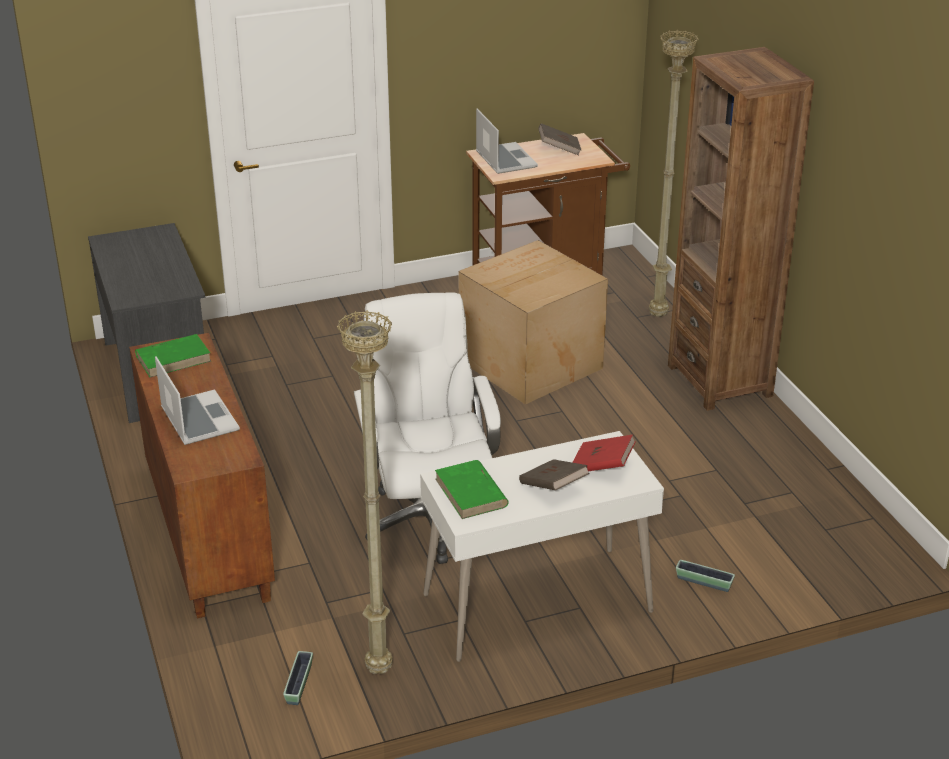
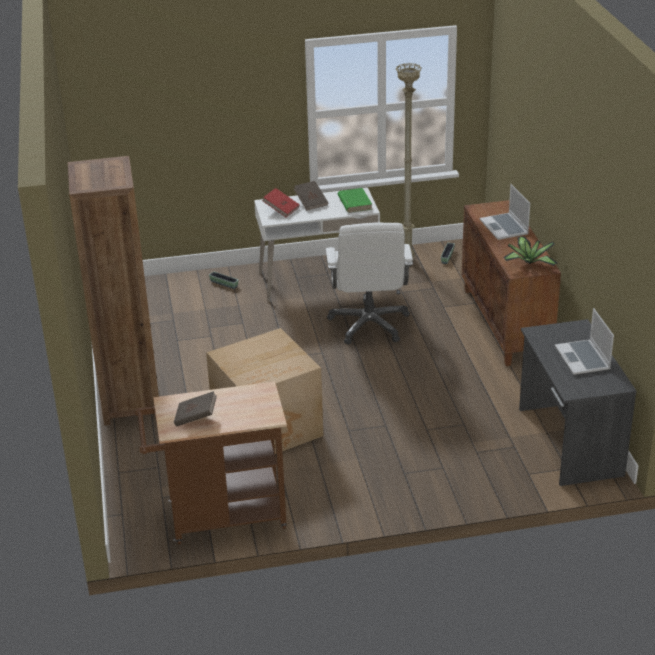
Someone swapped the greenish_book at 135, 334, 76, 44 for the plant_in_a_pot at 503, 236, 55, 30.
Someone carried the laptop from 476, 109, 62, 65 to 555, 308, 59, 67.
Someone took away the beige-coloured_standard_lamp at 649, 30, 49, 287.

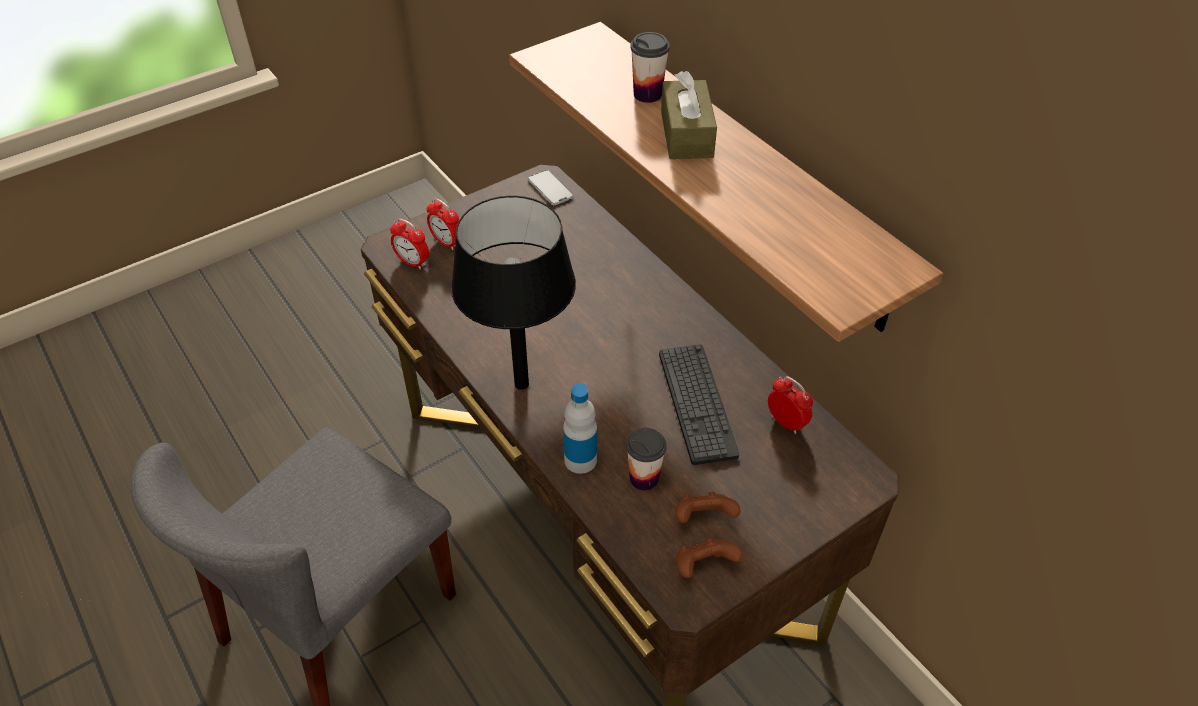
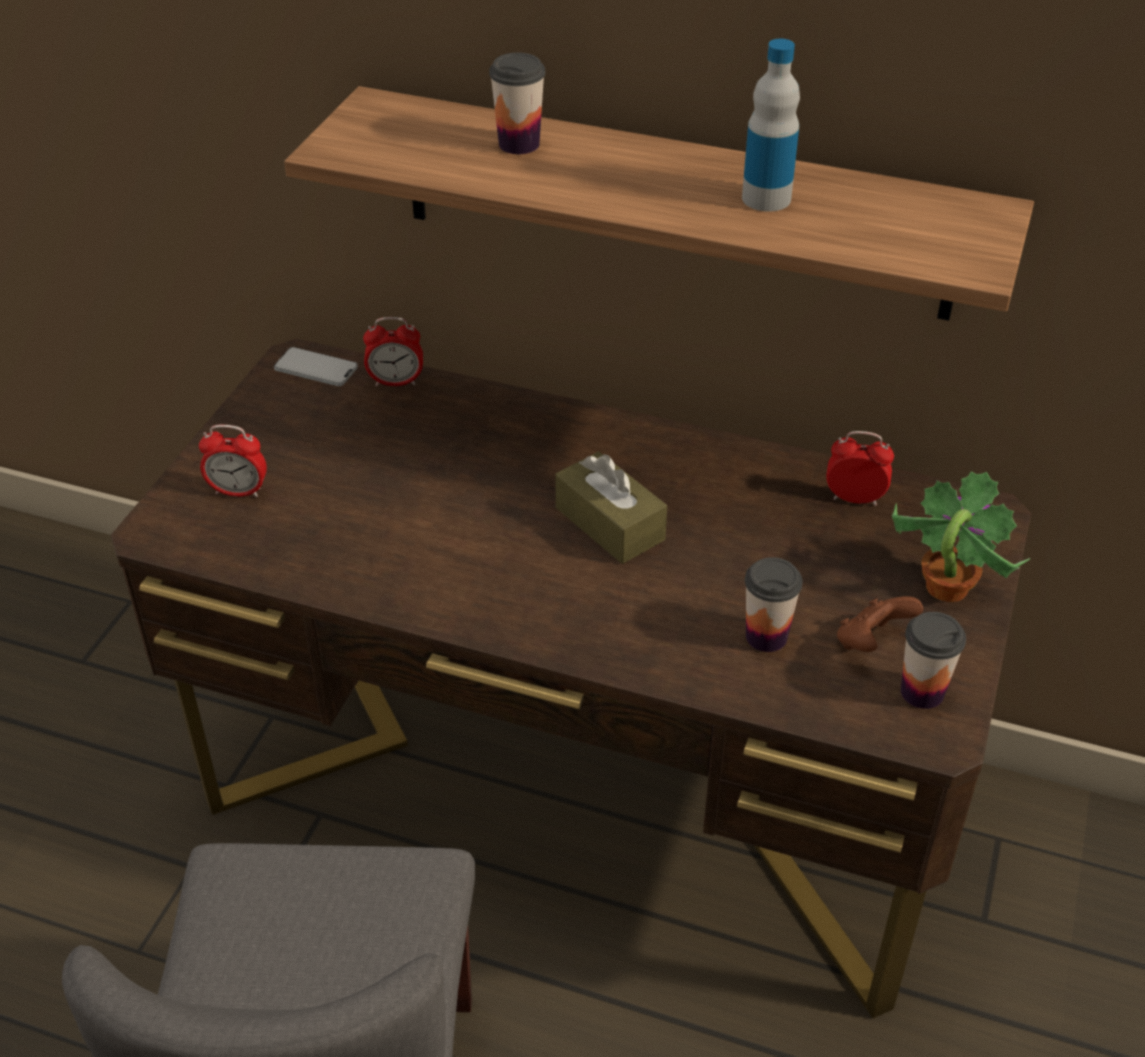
Someone carried the alarm_clock from 390, 219, 39, 51 to 363, 317, 60, 69.
Someone carried the brown-coloured_tissue_box from 661, 71, 56, 88 to 555, 451, 112, 113.
Someone carried the beverage_bottle from 563, 384, 34, 90 to 742, 39, 58, 173.
Someone put down the plant_in_a_pot at 892, 471, 139, 131.
Someone swapped the brown-coloured_gamepad at 676, 538, 67, 40 for the drinking_cup at 901, 612, 65, 97.
Someone took away the black_tabletop_lamp at 451, 196, 125, 194.
Someone took away the PC_keyboard at 659, 345, 80, 120.

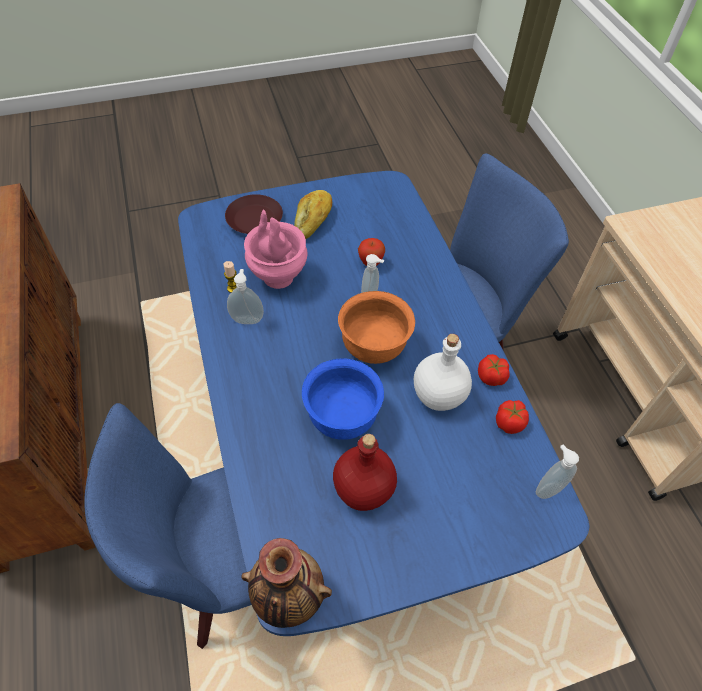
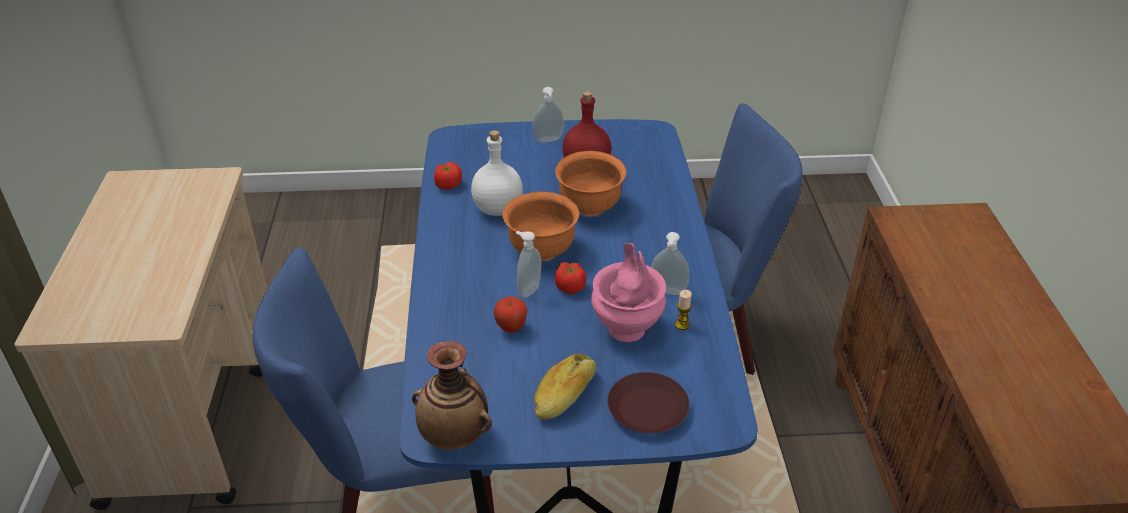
Someone carried the decorative_vase from 241, 538, 91, 90 to 412, 341, 80, 109.
Someone carried the liquid_soap_bottle from 536, 444, 43, 55 to 533, 87, 31, 56.
Someone repainted the bluish_bowl at 302, 358, 82, 82, which became the orangey_bowl at 555, 151, 71, 65.
Someone carried the fresh_tomato from 478, 354, 32, 32 to 555, 262, 31, 32.

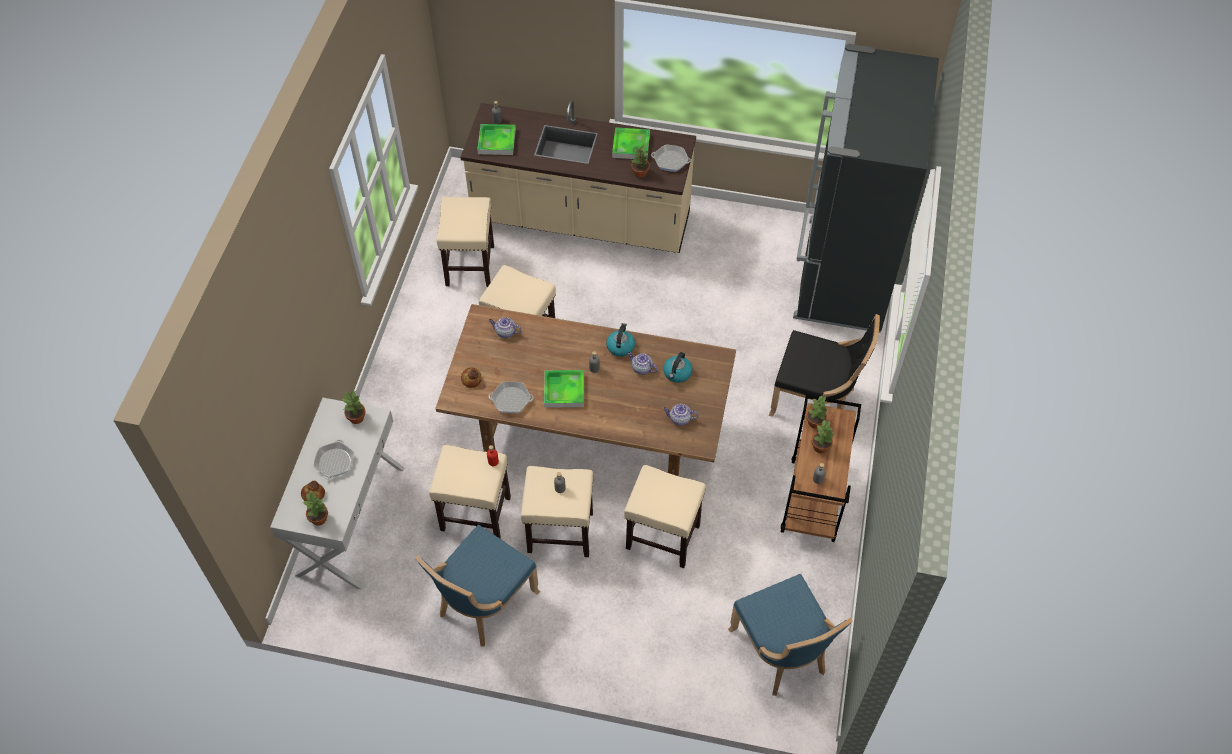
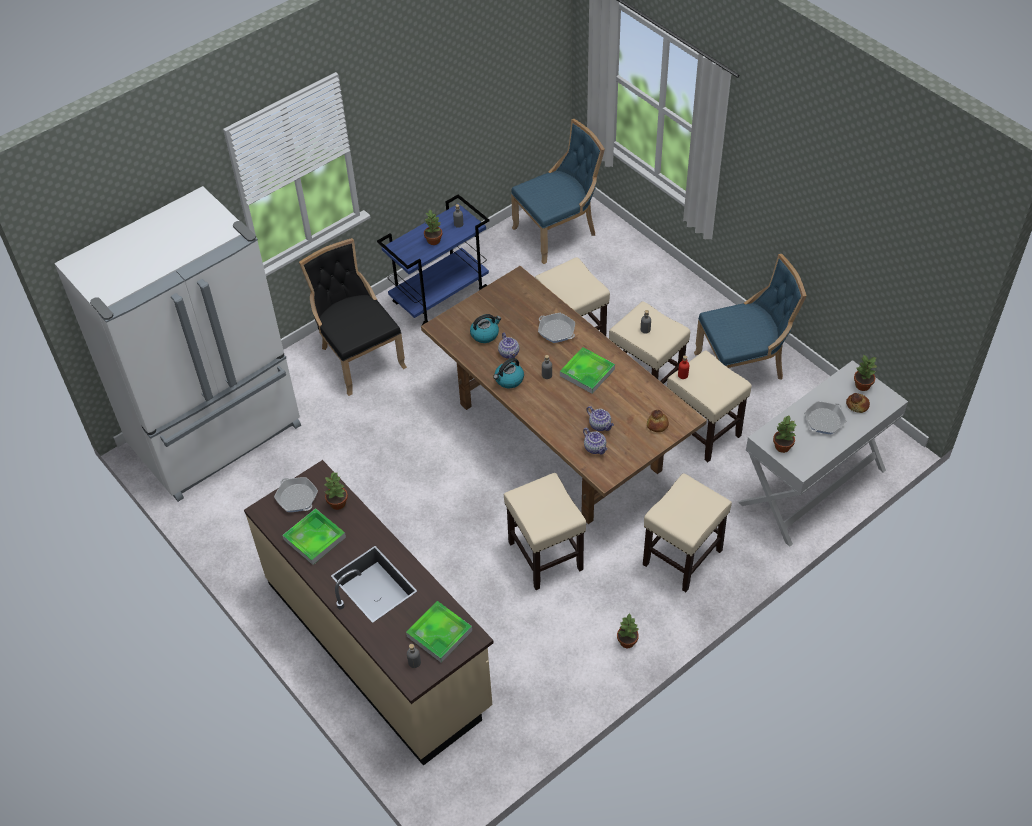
Someone repainted the black_refrigerator at 793, 44, 146, 289, which became the white-coloured_refrigerator at 54, 186, 247, 316.
Someone repainted the brown-coloured_cart at 781, 395, 80, 147, which became the bluish_cart at 377, 194, 112, 131.
Someone rotated the bluish_plain_chair at 728, 574, 125, 122 by 45 degrees clockwise.
Someone carried the pan from 489, 381, 44, 32 to 538, 313, 37, 30.
Someone carried the teapot from 663, 404, 36, 22 to 587, 406, 27, 25.
Someone carried the plant_in_a_pot from 806, 396, 22, 33 to 617, 614, 22, 34.
Someone carried the beige-coloured_stool_seat from 436, 197, 58, 90 to 643, 473, 89, 119.

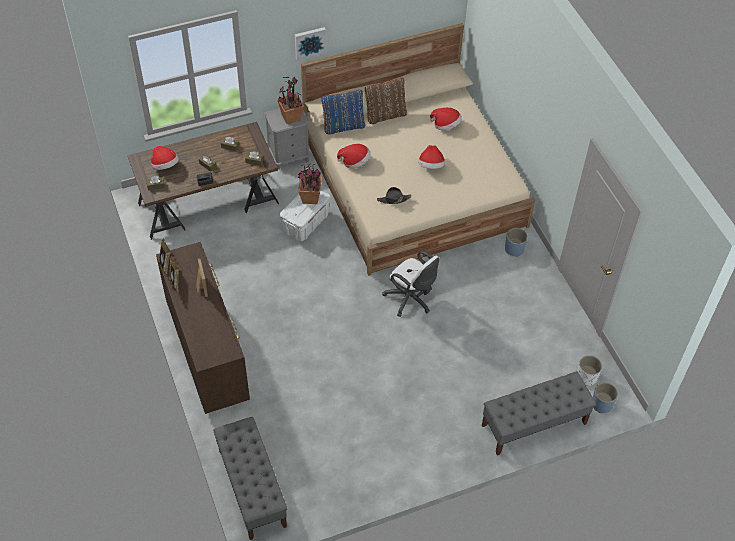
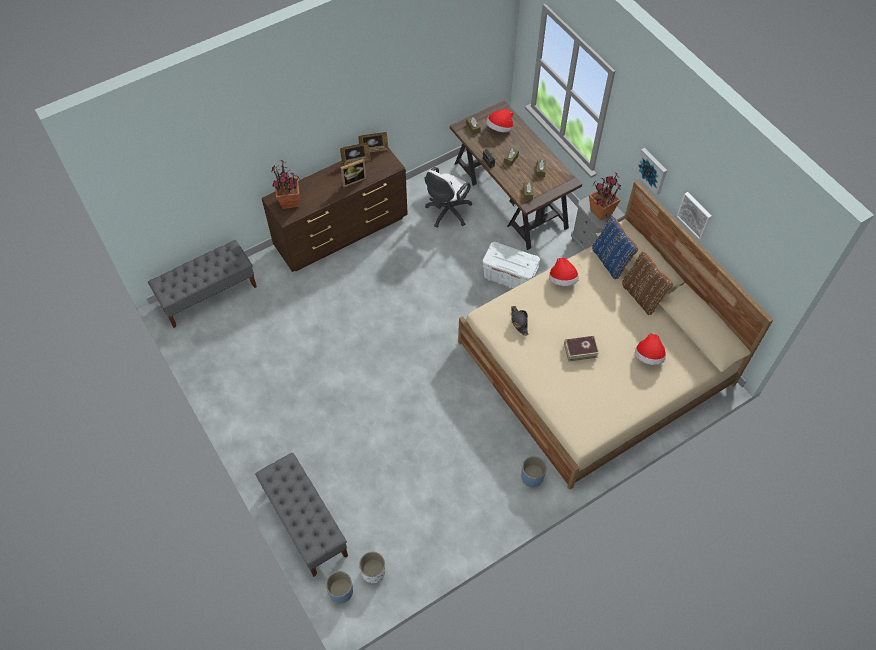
Someone carried the plant_in_a_pot from 298, 162, 26, 42 to 271, 160, 28, 49.
Someone carried the white-coloured_desk_chair from 382, 251, 57, 66 to 425, 167, 47, 61.
Someone swapped the hat at 418, 145, 27, 24 for the book at 564, 336, 35, 26.
Someone put up the wall_picture at 677, 192, 35, 48.

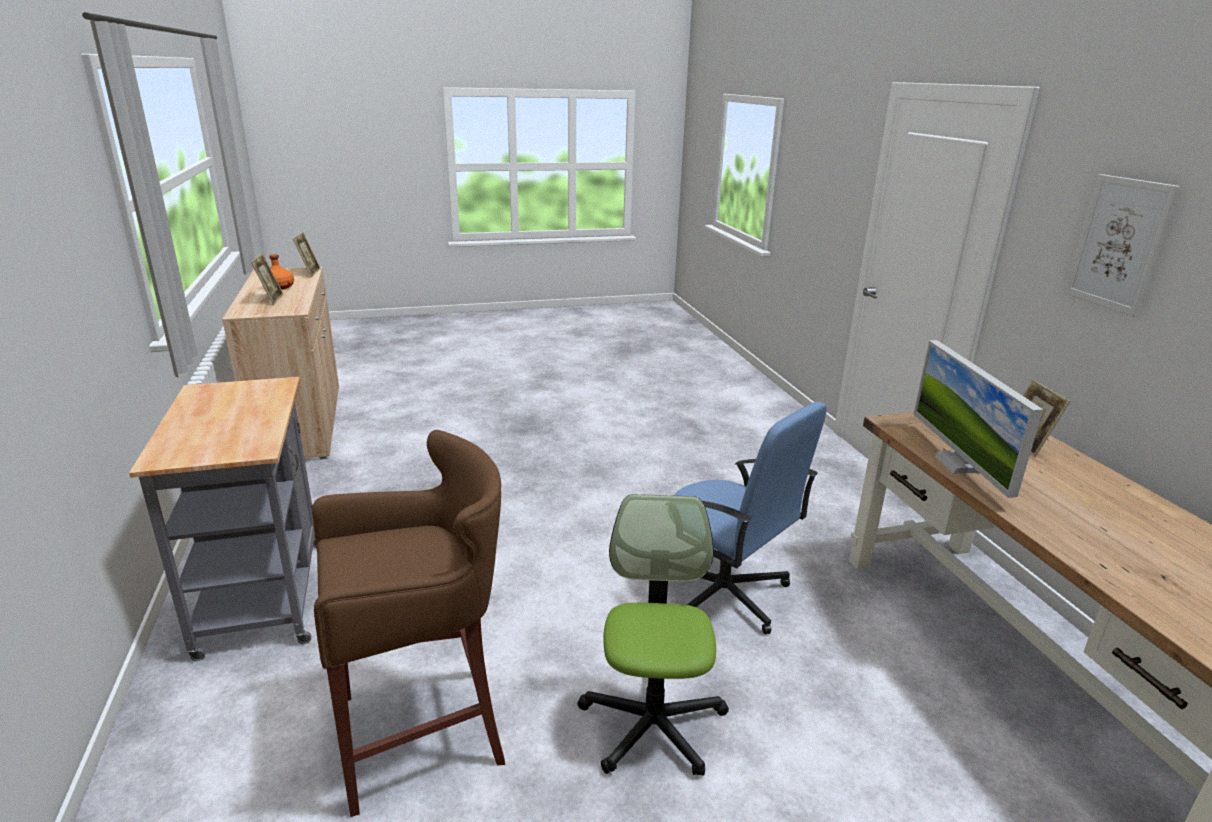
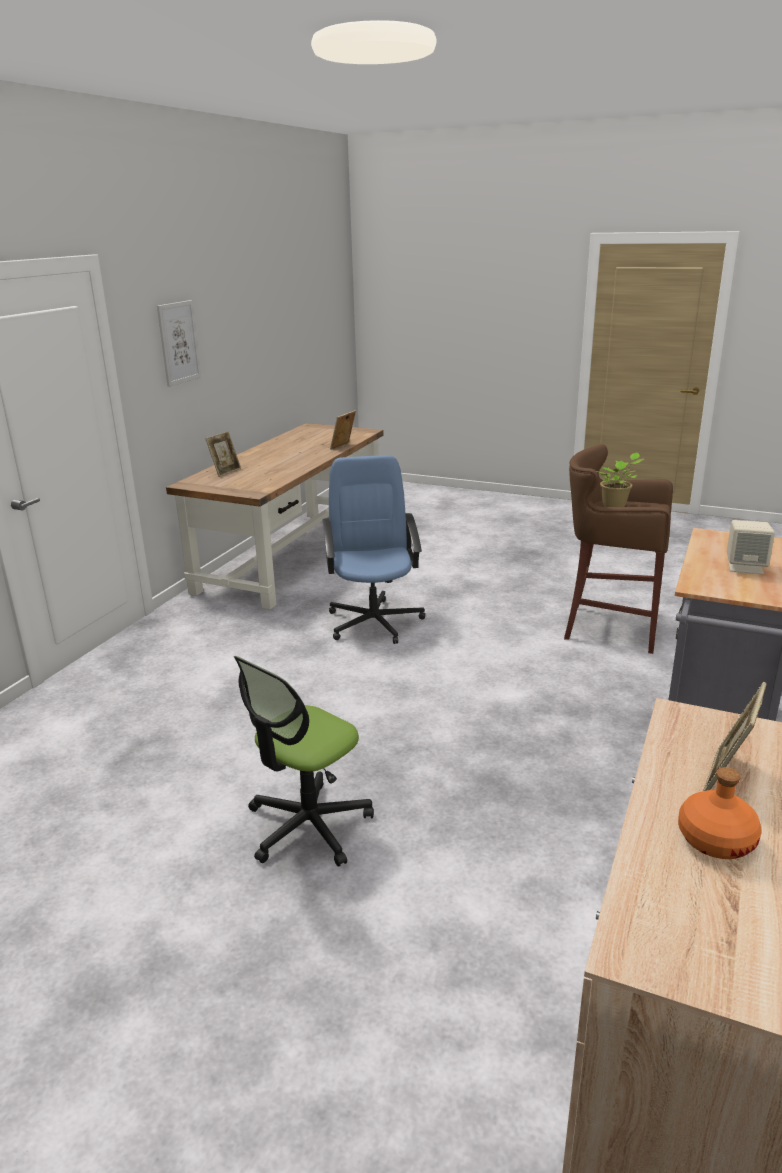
Someone carried the desk_chair from 577, 494, 152, 282 to 234, 656, 140, 211.
Someone carried the standing_frame from 293, 232, 28, 45 to 330, 410, 26, 40.
Someone put down the plant_in_a_pot at 597, 452, 47, 55.
Someone put down the beige-coloured_speaker at 727, 520, 48, 54.
Someone took away the computer_screen at 914, 340, 129, 158.

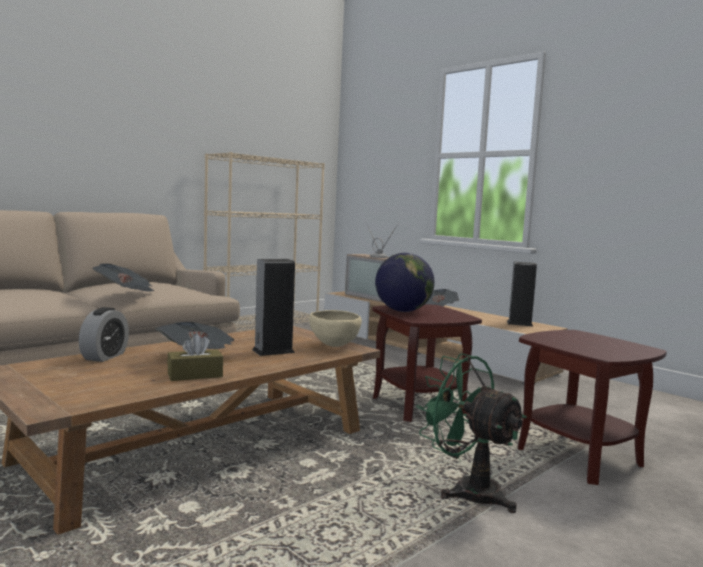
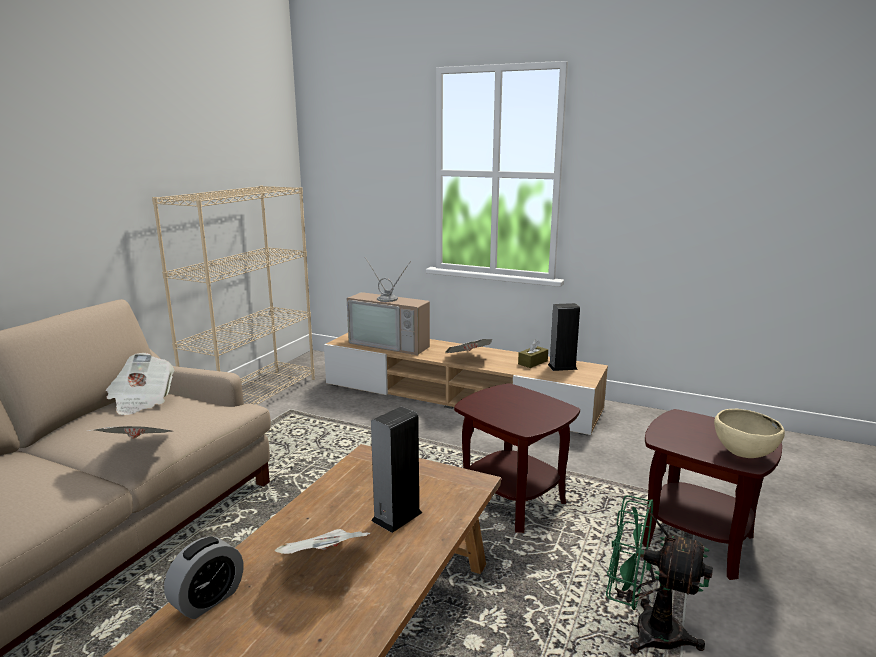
Someone put down the printed_paper at 106, 353, 68, 62.
Someone rotated the alarm_clock at 79, 307, 50, 55 by 45 degrees clockwise.
Someone carried the brown-coloured_tissue_box from 167, 334, 56, 47 to 518, 339, 30, 29.
Someone carried the beige-coloured_bowl from 309, 310, 53, 37 to 714, 409, 71, 49.
Someone took away the world_globe at 375, 253, 60, 59.

